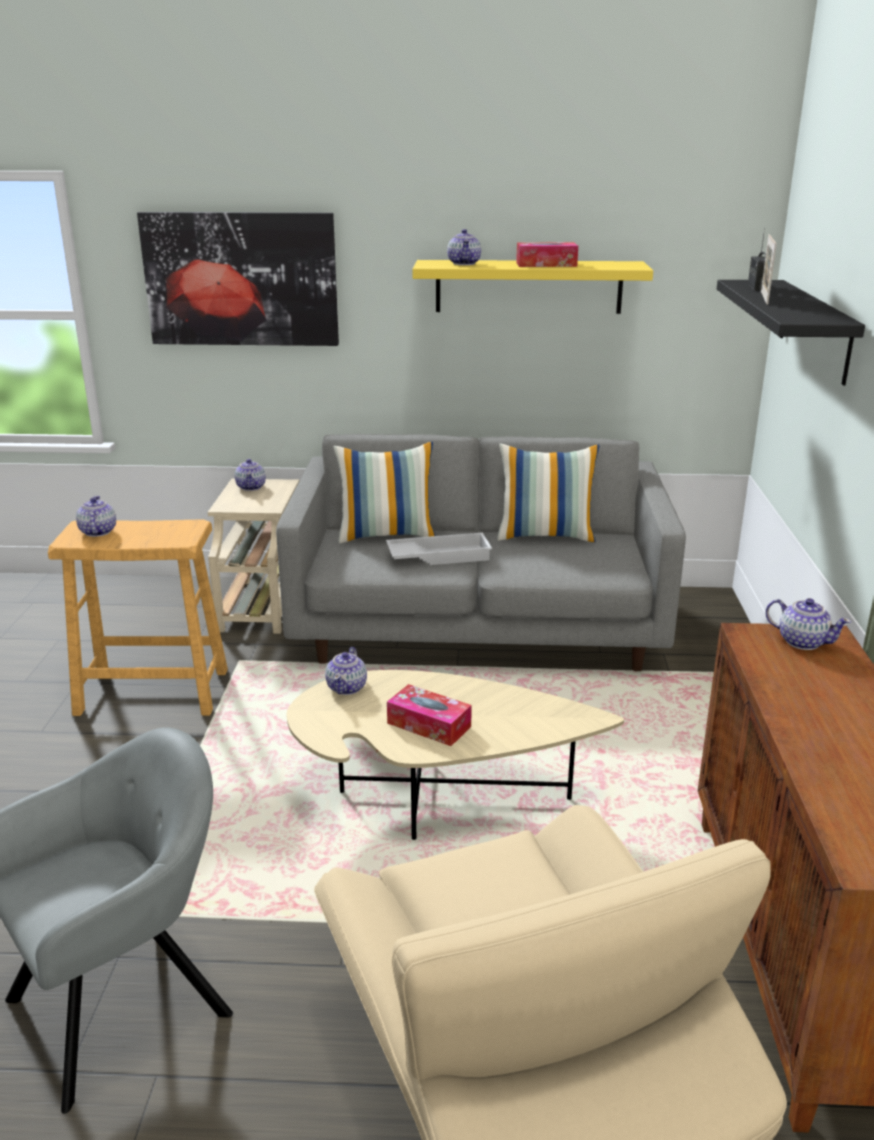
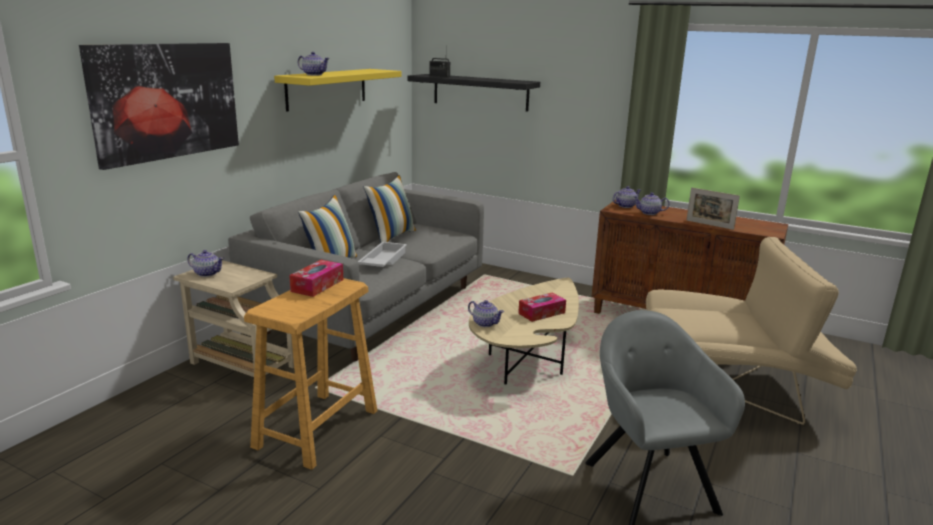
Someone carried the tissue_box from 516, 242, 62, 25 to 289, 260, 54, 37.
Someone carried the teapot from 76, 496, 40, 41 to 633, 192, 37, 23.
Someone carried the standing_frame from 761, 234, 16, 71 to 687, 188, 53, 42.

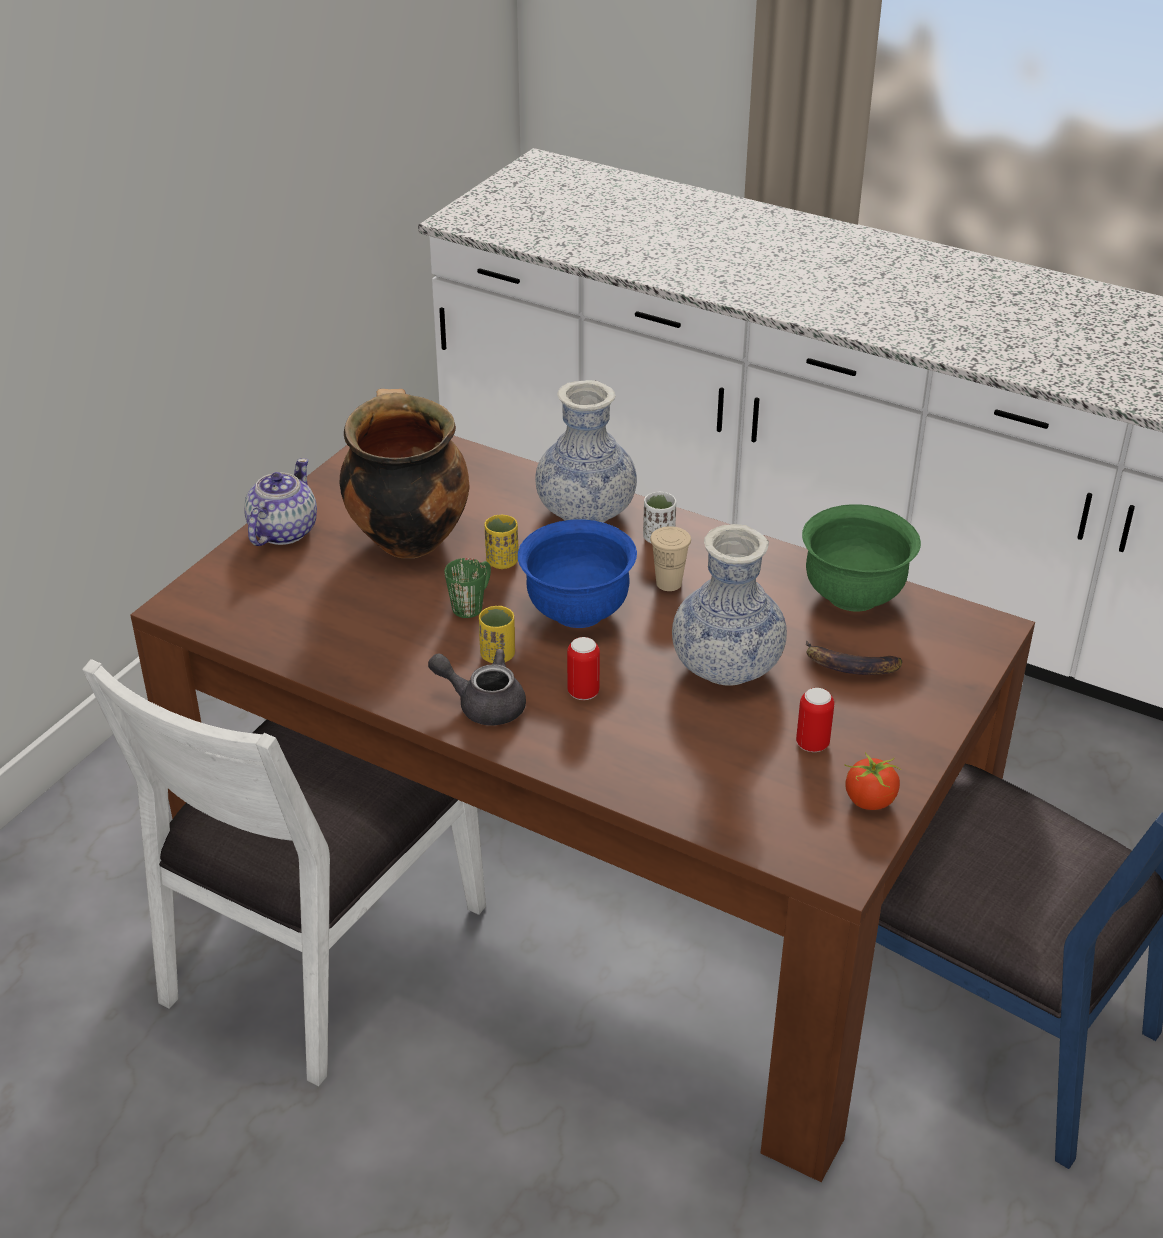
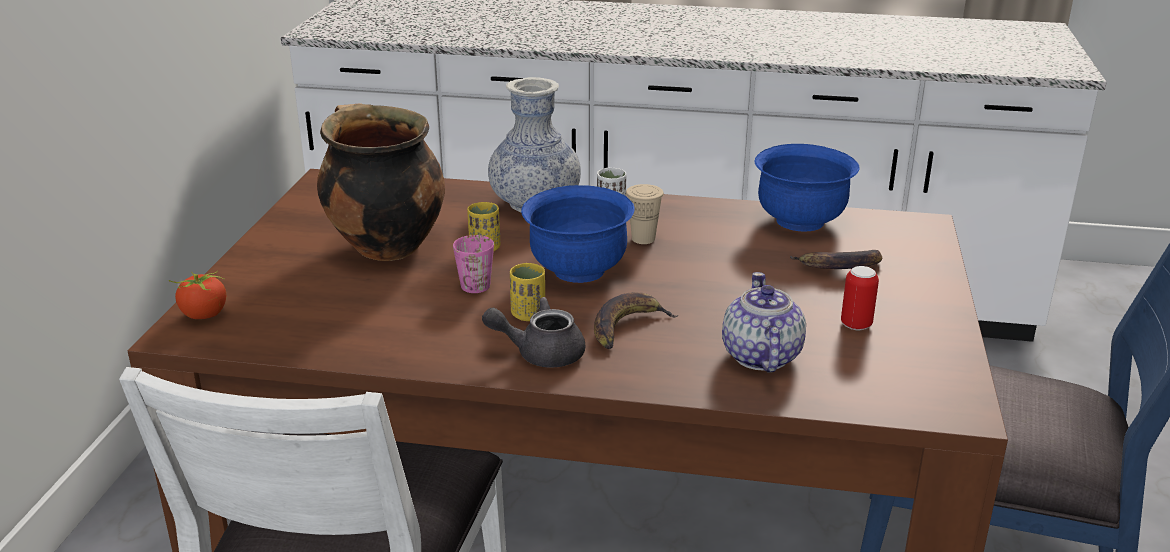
Someone carried the fresh_tomato from 844, 752, 57, 58 to 169, 271, 57, 48.
Someone repainted the greenish_tea_mug at 444, 558, 47, 60, which became the pinkish_tea_mug at 453, 235, 41, 58.
Someone swapped the metal_can at 567, 637, 33, 63 for the whole_banana at 594, 292, 85, 57.
Someone carried the teapot from 244, 458, 73, 88 to 722, 272, 84, 101.
Someone repainted the greenish_bowl at 802, 504, 119, 107, which became the bluish_bowl at 755, 144, 105, 87.
Someone took away the decorative_vase at 672, 524, 115, 162.

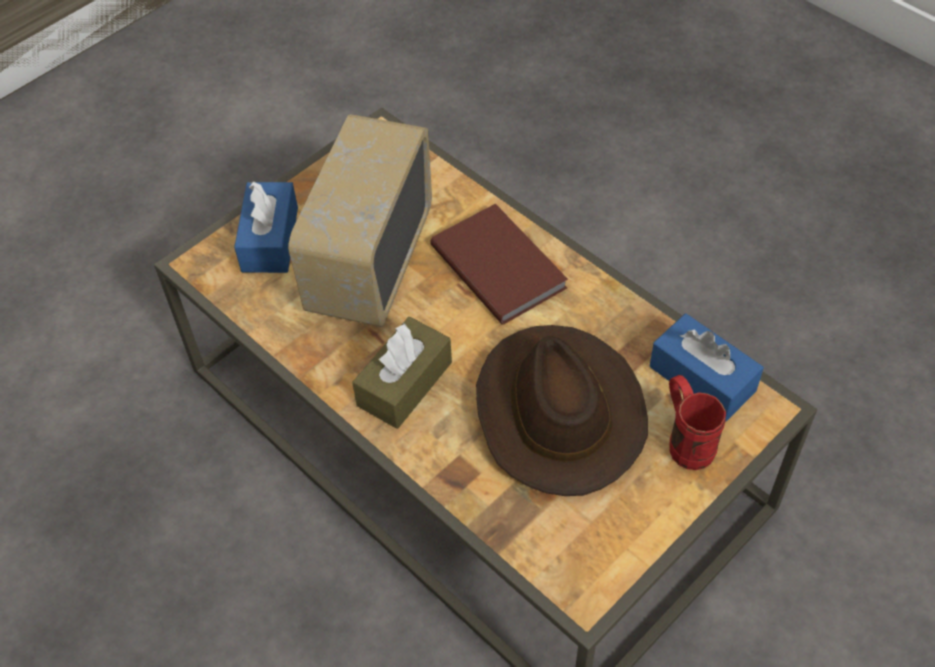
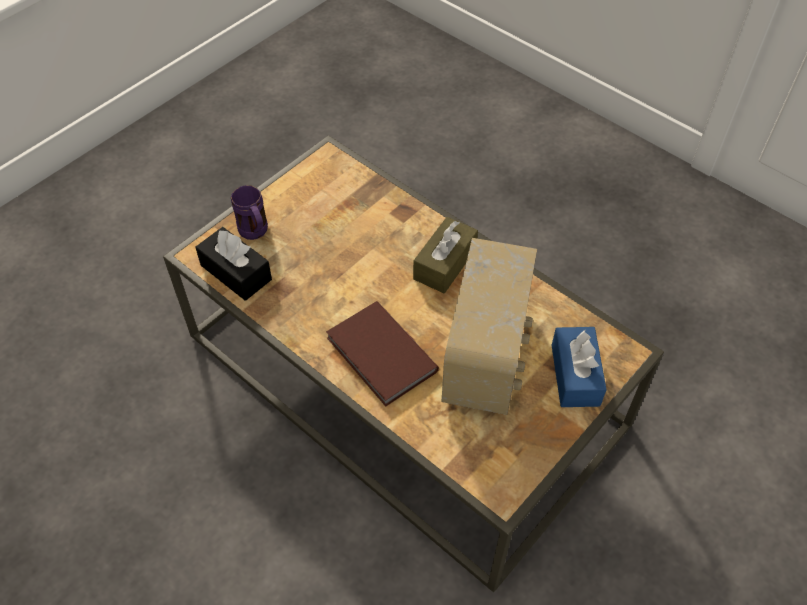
Someone repainted the bluish_tissue_box at 650, 314, 114, 108, which became the black_tissue_box at 195, 227, 77, 74.
Someone repainted the reddish_tea_mug at 669, 375, 57, 95, which became the purple-coloured_tea_mug at 231, 185, 37, 55.
Someone took away the brown-coloured_hat at 476, 325, 172, 171.

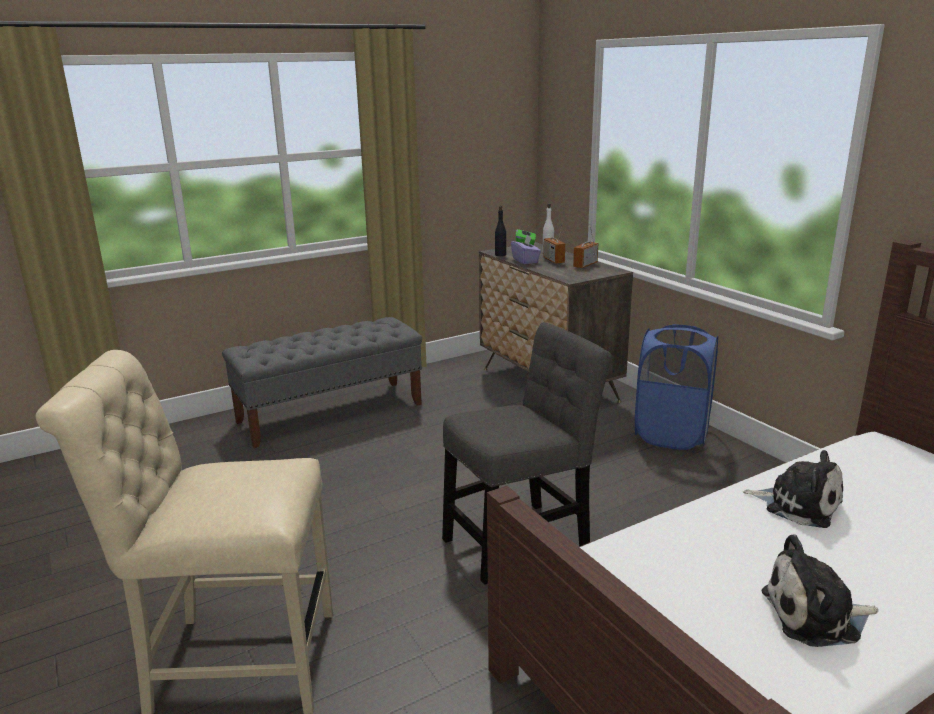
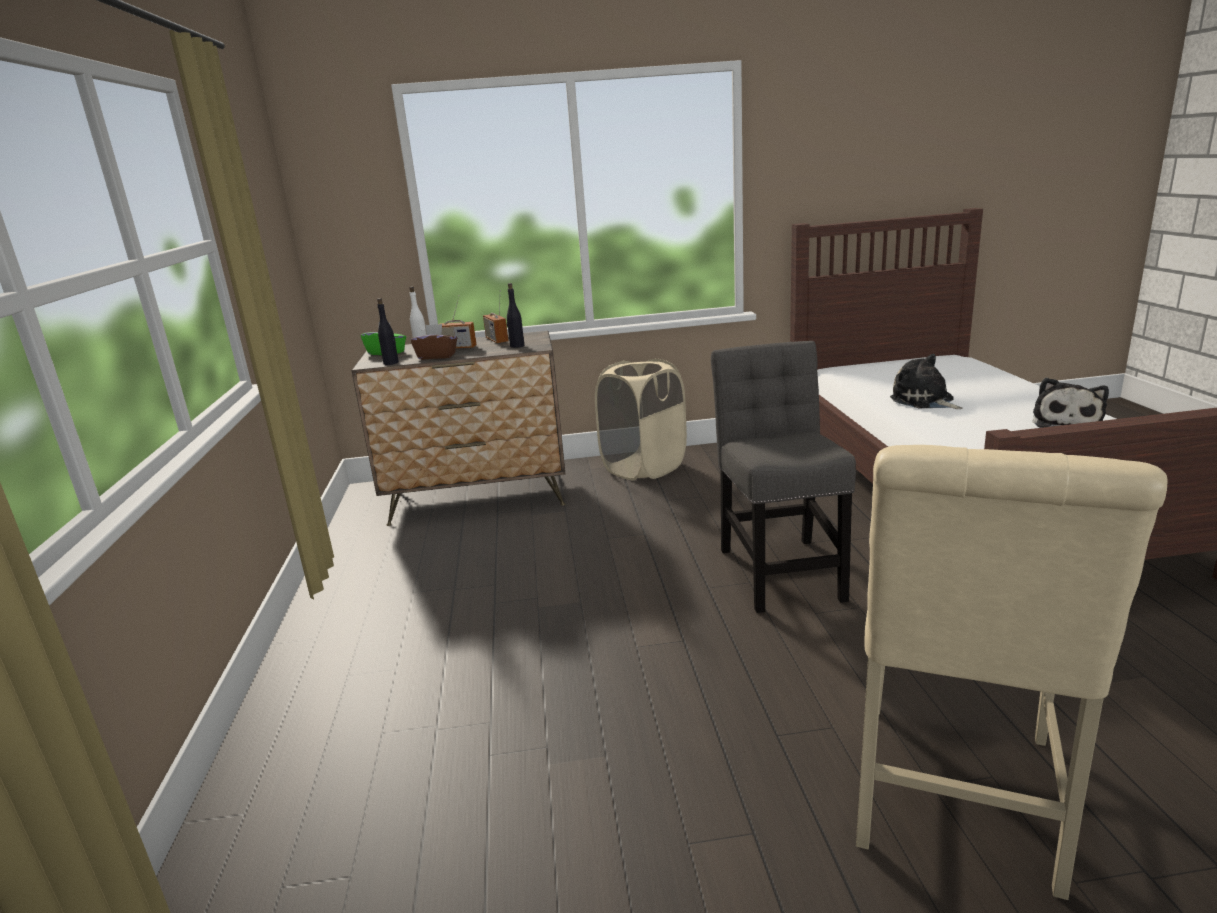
Someone repainted the purple-coloured_tissue_box at 511, 235, 30, 29, which became the brown-coloured_tissue_box at 411, 324, 46, 35.
Someone put down the black_beverage_bottle at 507, 283, 17, 65.
Someone repainted the bluish_washing_basket at 635, 324, 83, 126, which became the beige-coloured_washing_basket at 595, 359, 92, 121.
Someone rotated the cuddly_toy at 743, 450, 100, 78 by 90 degrees counterclockwise.
Someone took away the gray_indoor_bench at 222, 317, 200, 131.

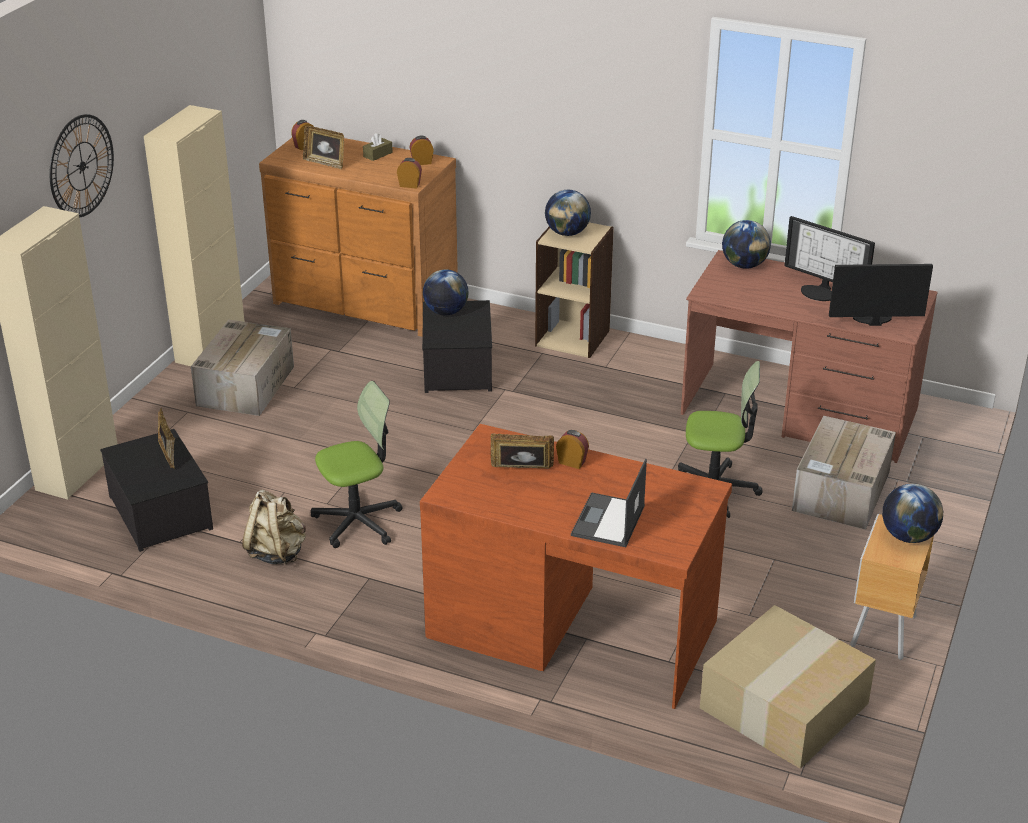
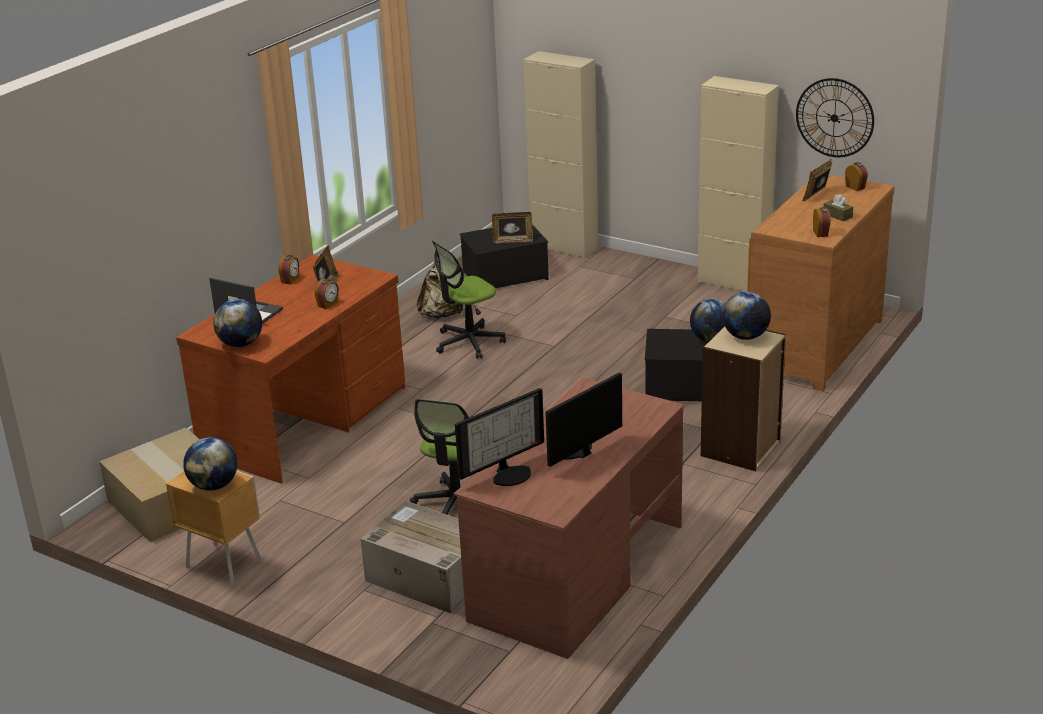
Someone carried the world_globe from 722, 220, 49, 49 to 213, 299, 49, 48.
Someone carried the alarm_clock from 397, 158, 25, 31 to 278, 255, 21, 29.
Someone rotated the desk_chair at 311, 381, 92, 167 by 75 degrees clockwise.
Someone rotated the computer_screen at 829, 264, 104, 62 by 45 degrees clockwise.
Someone carried the hanging_clock from 49, 114, 65, 104 to 796, 78, 78, 79.
Someone took away the cardboard_box at 191, 320, 103, 96.

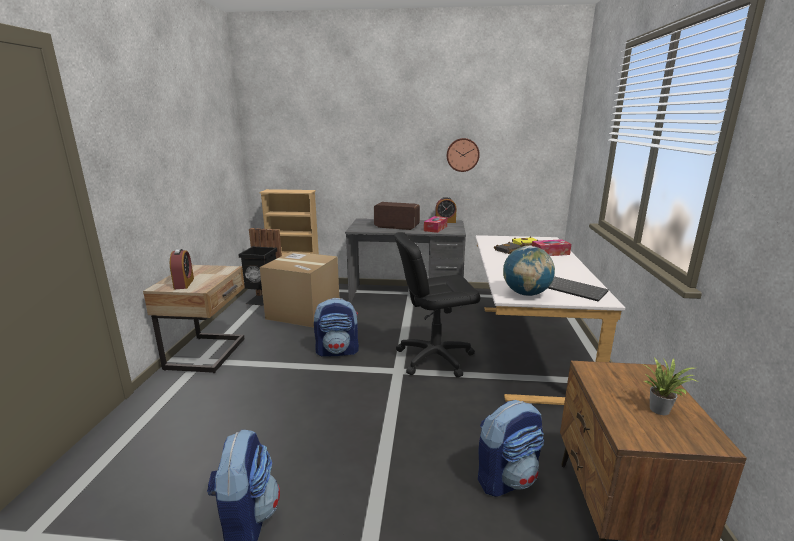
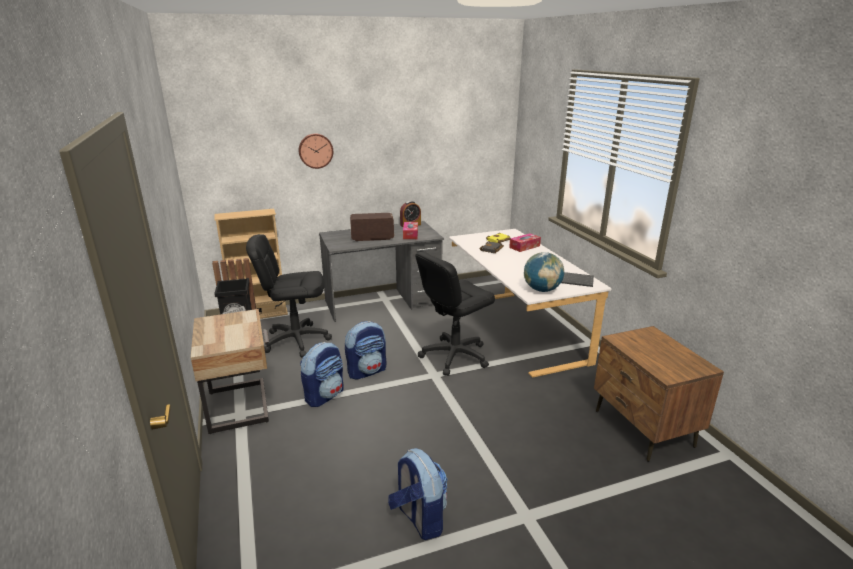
Someone swapped the cardboard_box at 260, 251, 79, 77 for the black_desk_chair at 246, 234, 86, 123.
Someone carried the hanging_clock from 447, 138, 33, 34 to 299, 134, 34, 35.
Someone carried the rucksack from 478, 400, 66, 97 to 300, 342, 44, 65.
Someone took away the alarm_clock at 170, 249, 24, 40.
Someone took away the plant_in_a_pot at 644, 358, 55, 57.

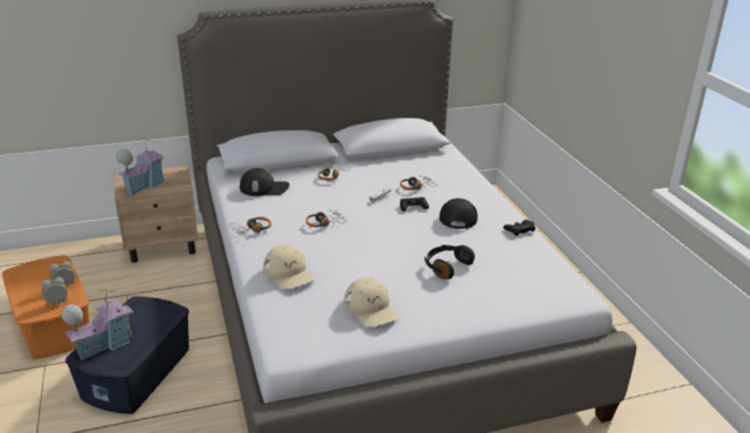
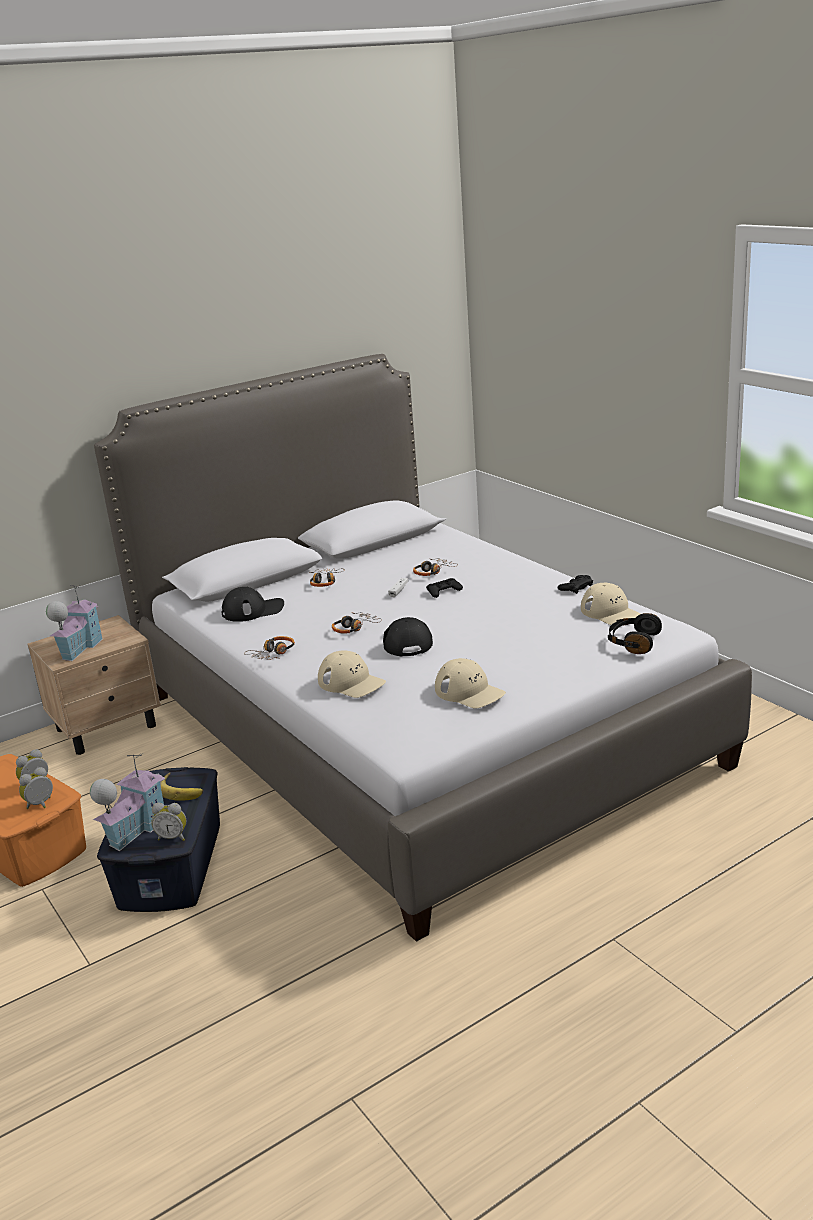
Someone put down the alarm_clock at 151, 803, 35, 38.
Someone put down the whole_banana at 161, 772, 42, 29.
Someone carried the black_baseball_cap from 439, 198, 39, 31 to 383, 617, 50, 40.
Someone put down the beige-coloured_baseball_cap at 581, 583, 60, 42.
Someone carried the black_headset from 425, 245, 50, 34 to 608, 613, 54, 41.

